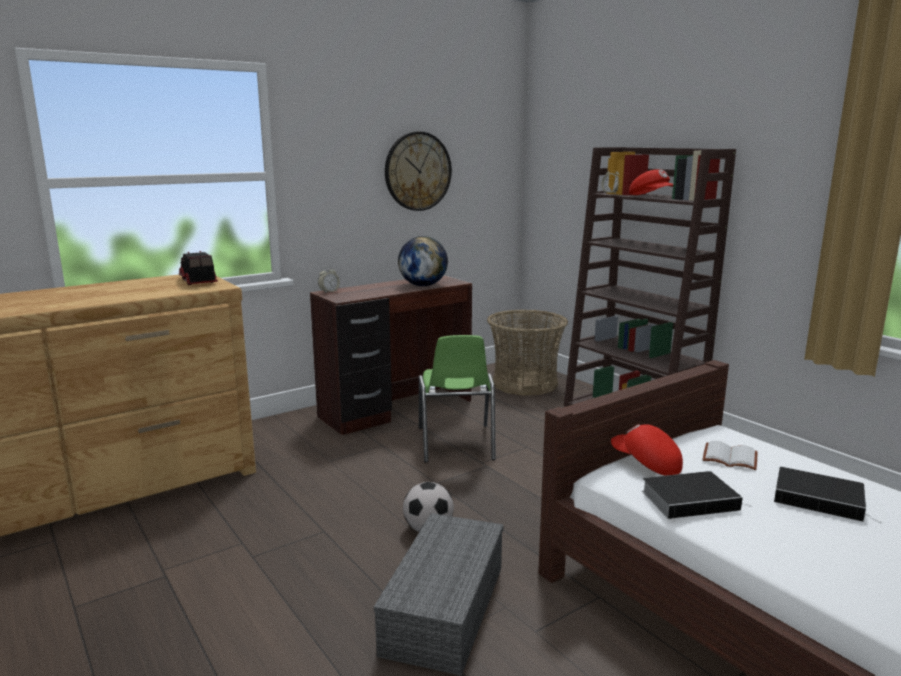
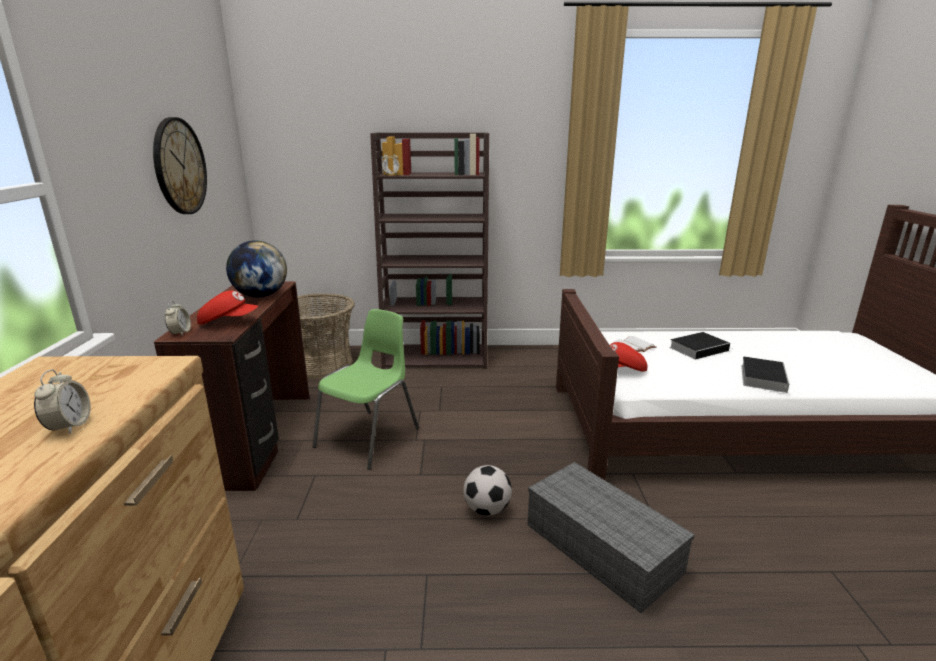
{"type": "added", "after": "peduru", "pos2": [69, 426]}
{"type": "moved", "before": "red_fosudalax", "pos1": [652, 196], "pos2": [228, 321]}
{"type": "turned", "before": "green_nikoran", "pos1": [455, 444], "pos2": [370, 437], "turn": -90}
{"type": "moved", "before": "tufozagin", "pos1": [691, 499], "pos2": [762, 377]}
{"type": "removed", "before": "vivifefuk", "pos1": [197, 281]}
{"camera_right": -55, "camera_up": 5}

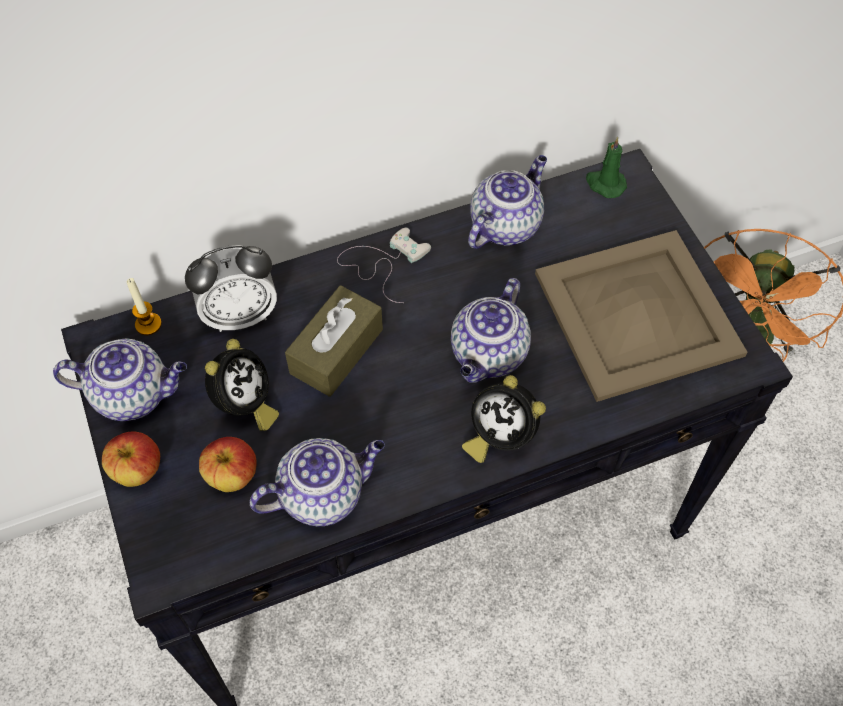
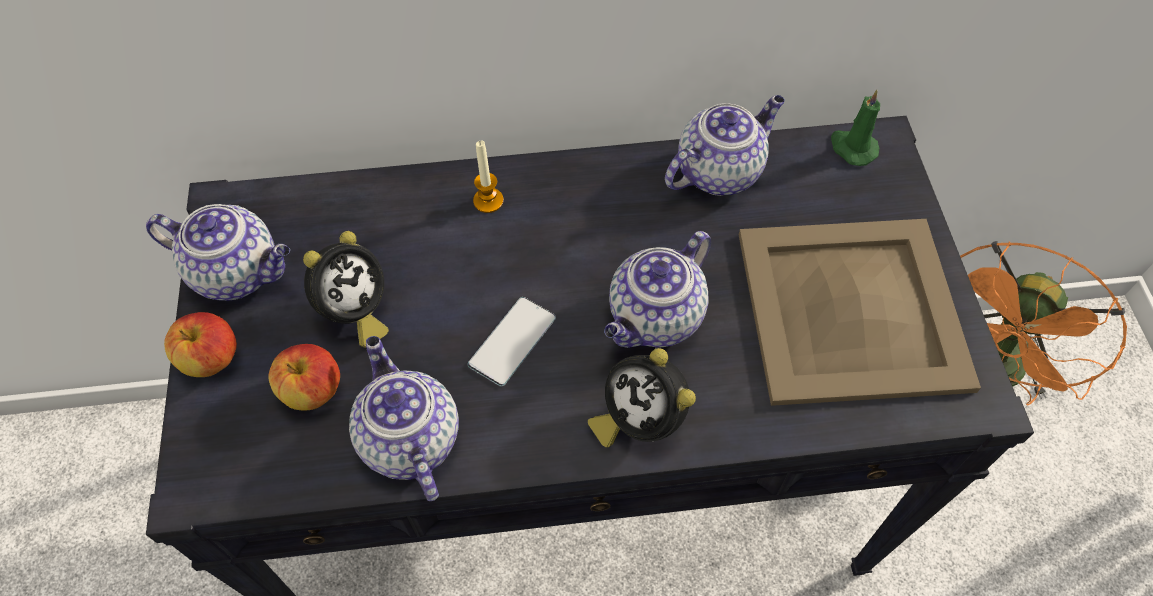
{"type": "turned", "before": "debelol", "pos1": [323, 494], "pos2": [409, 438], "turn": -105}
{"type": "added", "after": "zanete", "pos2": [512, 341]}
{"type": "moved", "before": "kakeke", "pos1": [148, 324], "pos2": [488, 201]}
{"type": "removed", "before": "peduru", "pos1": [240, 315]}
{"type": "removed", "before": "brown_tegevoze", "pos1": [336, 351]}
{"type": "removed", "before": "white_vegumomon", "pos1": [383, 263]}
{"camera_right": 15, "camera_up": 0}

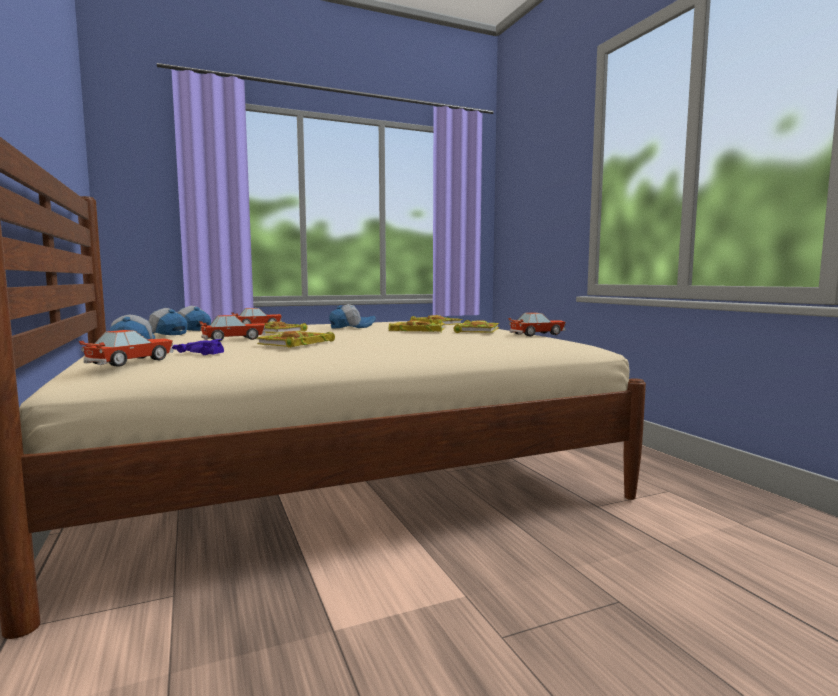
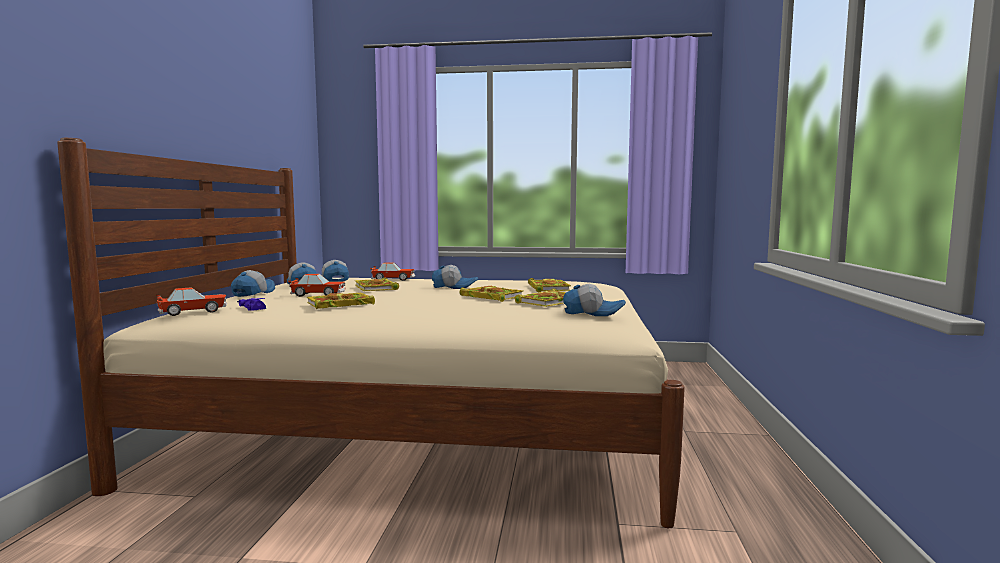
{"type": "replaced", "before": "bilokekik", "after": "fosudalax", "pos1": [537, 334], "pos2": [593, 313]}
{"camera_right": 30, "camera_up": 0}

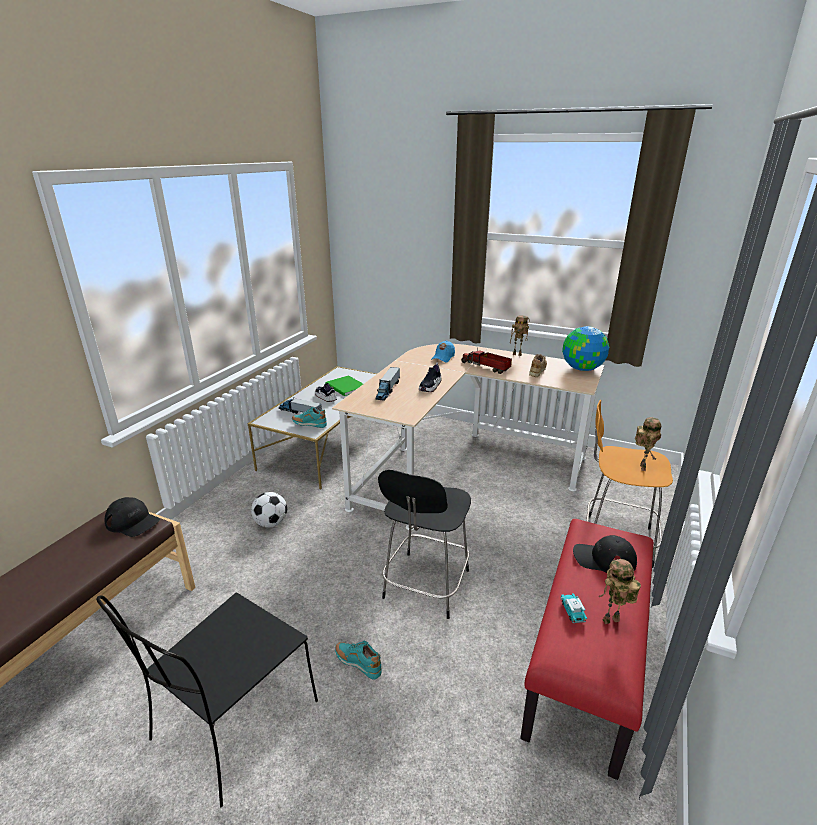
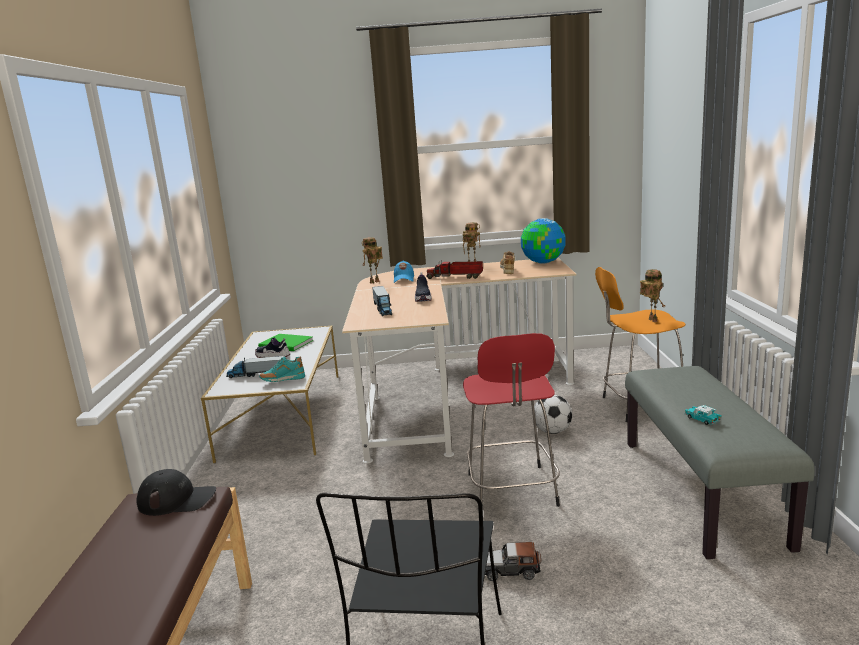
{"type": "moved", "before": "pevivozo", "pos1": [611, 622], "pos2": [374, 282]}
{"type": "recoloured", "before": "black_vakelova", "after": "red_vakelova", "pos1": [425, 586], "pos2": [512, 492]}
{"type": "replaced", "before": "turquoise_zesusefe", "after": "bilokekik", "pos1": [358, 663], "pos2": [510, 570]}
{"type": "moved", "before": "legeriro", "pos1": [271, 523], "pos2": [552, 431]}
{"type": "recoloured", "before": "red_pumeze", "after": "grey_pumeze", "pos1": [586, 662], "pos2": [702, 491]}
{"type": "removed", "before": "black_fosudalax", "pos1": [604, 559]}
{"camera_right": -25, "camera_up": -10}

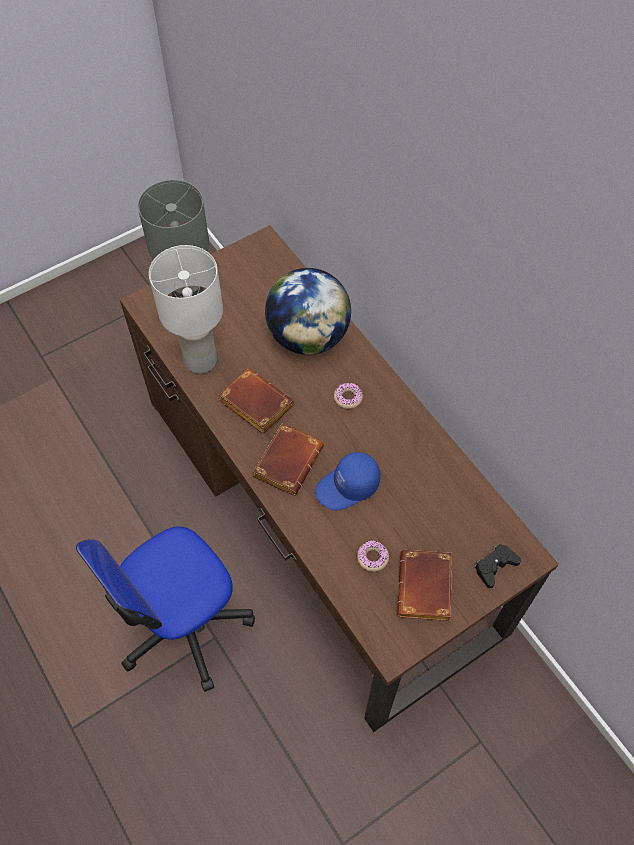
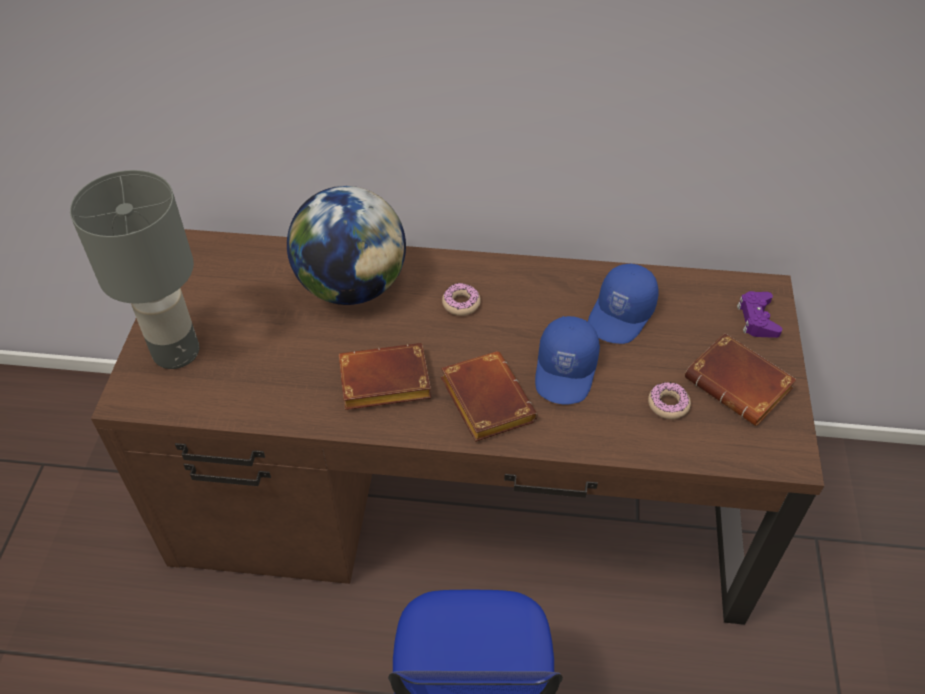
{"type": "added", "after": "blue_fosudalax", "pos2": [622, 315]}
{"type": "recoloured", "before": "black_vegumomon", "after": "purple_vegumomon", "pos1": [495, 566], "pos2": [757, 319]}
{"type": "removed", "before": "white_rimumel", "pos1": [200, 361]}
{"camera_right": -50, "camera_up": -10}

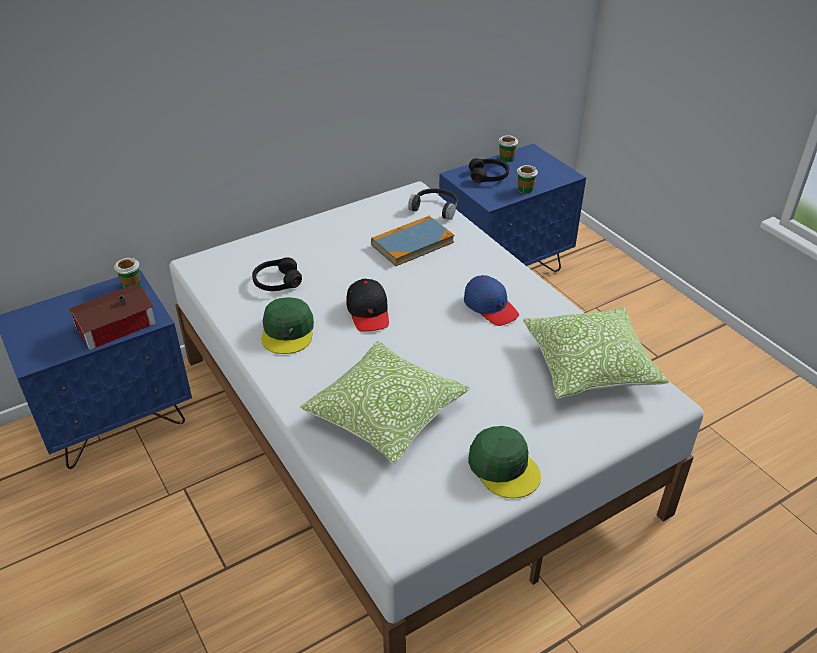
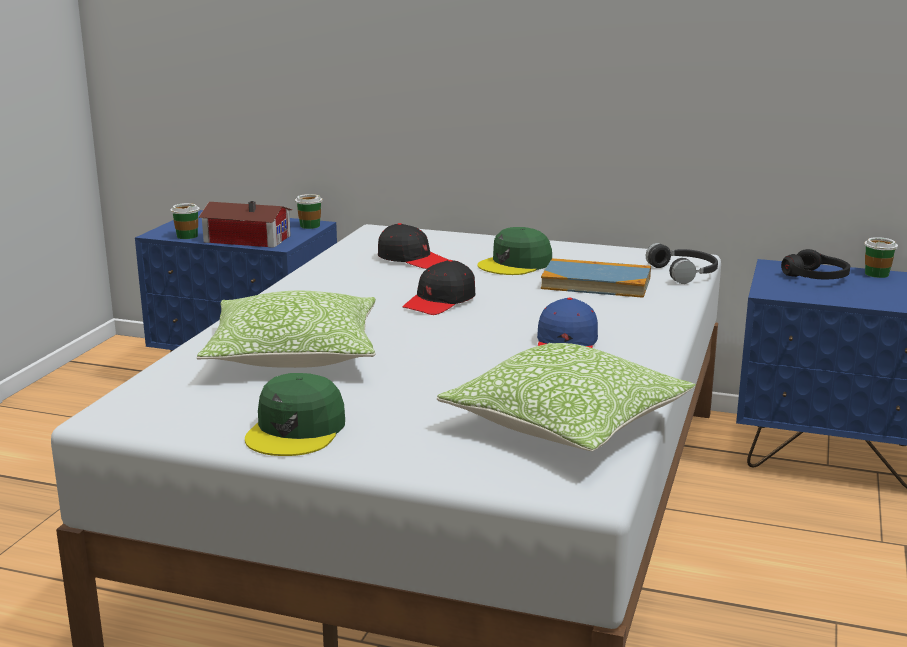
{"type": "moved", "before": "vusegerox", "pos1": [525, 189], "pos2": [187, 236]}
{"type": "replaced", "before": "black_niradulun", "after": "black_fosudalax", "pos1": [277, 282], "pos2": [412, 259]}
{"type": "moved", "before": "green_fosudalax", "pos1": [288, 331], "pos2": [515, 264]}
{"camera_right": 50, "camera_up": -20}

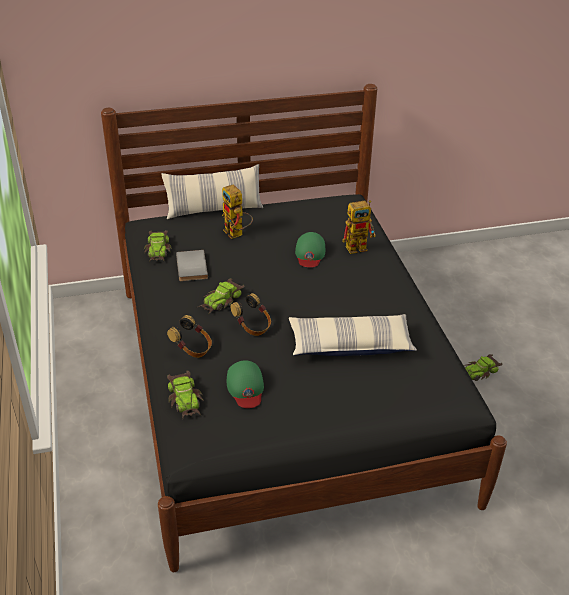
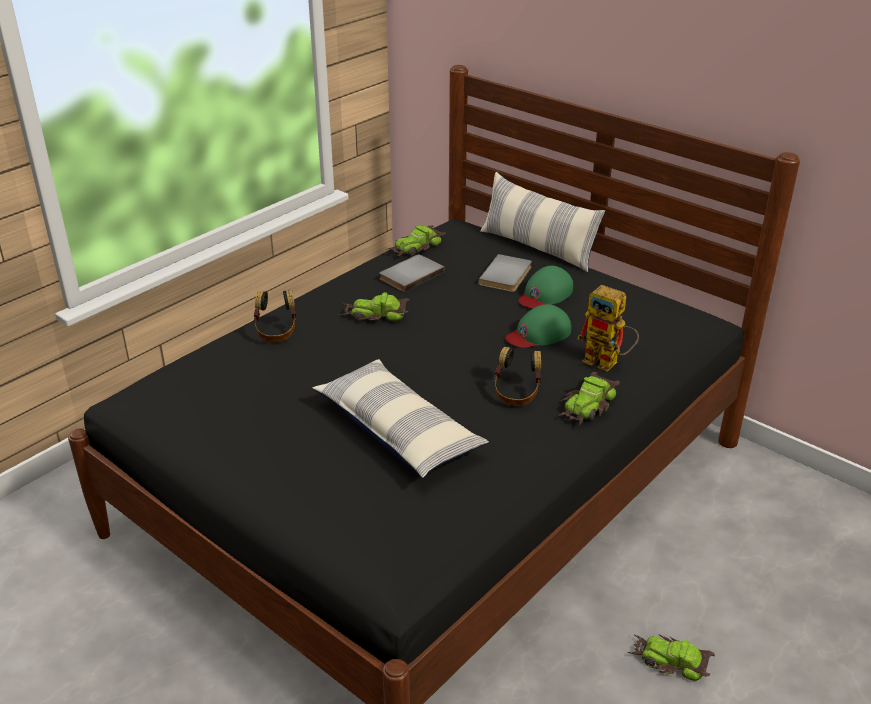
{"type": "replaced", "before": "pevivozo", "after": "grey_tufozagin", "pos1": [237, 234], "pos2": [507, 276]}
{"type": "moved", "before": "niradulun", "pos1": [253, 326], "pos2": [516, 393]}
{"type": "moved", "before": "green_fosudalax", "pos1": [245, 387], "pos2": [545, 294]}
{"type": "moved", "before": "bilokekik", "pos1": [185, 399], "pos2": [588, 405]}
{"camera_right": 55, "camera_up": -5}

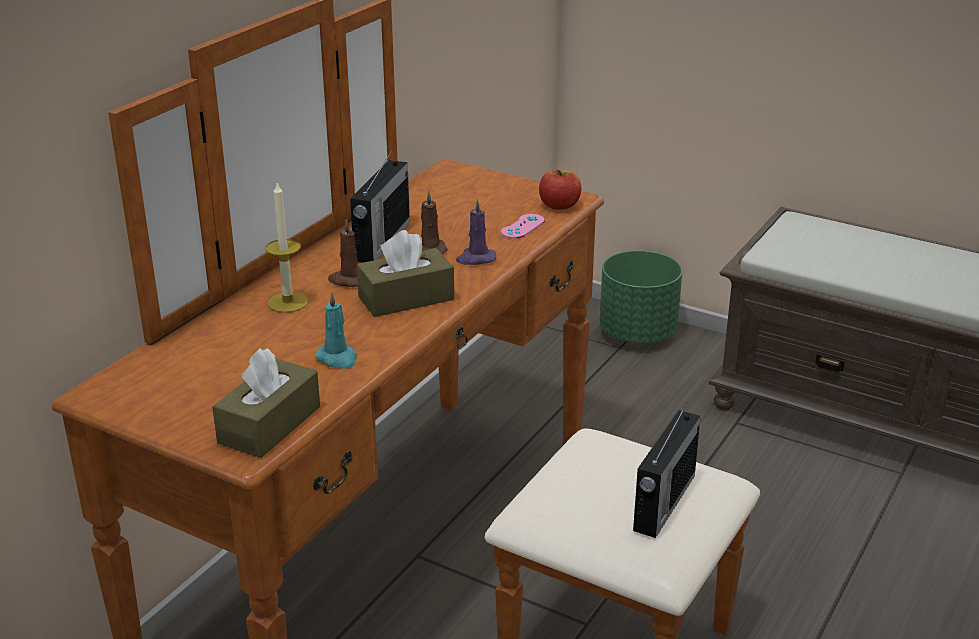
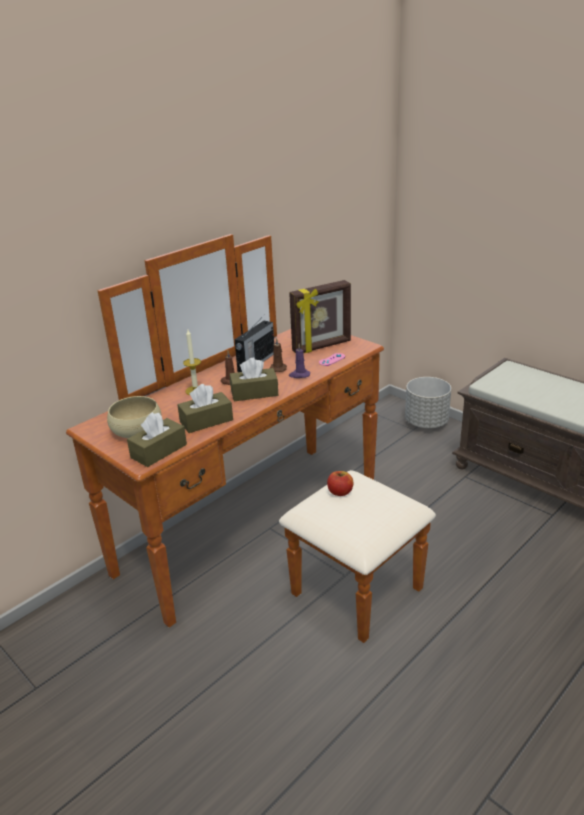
{"type": "added", "after": "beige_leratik", "pos2": [137, 430]}
{"type": "replaced", "before": "turquoise_kakeke", "after": "brown_tegevoze", "pos1": [337, 358], "pos2": [206, 421]}
{"type": "added", "after": "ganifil", "pos2": [322, 347]}
{"type": "moved", "before": "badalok", "pos1": [559, 205], "pos2": [340, 492]}
{"type": "recoloured", "before": "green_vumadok", "after": "grey_vumadok", "pos1": [637, 333], "pos2": [426, 422]}
{"type": "removed", "before": "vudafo", "pos1": [663, 504]}
{"camera_right": 15, "camera_up": 0}

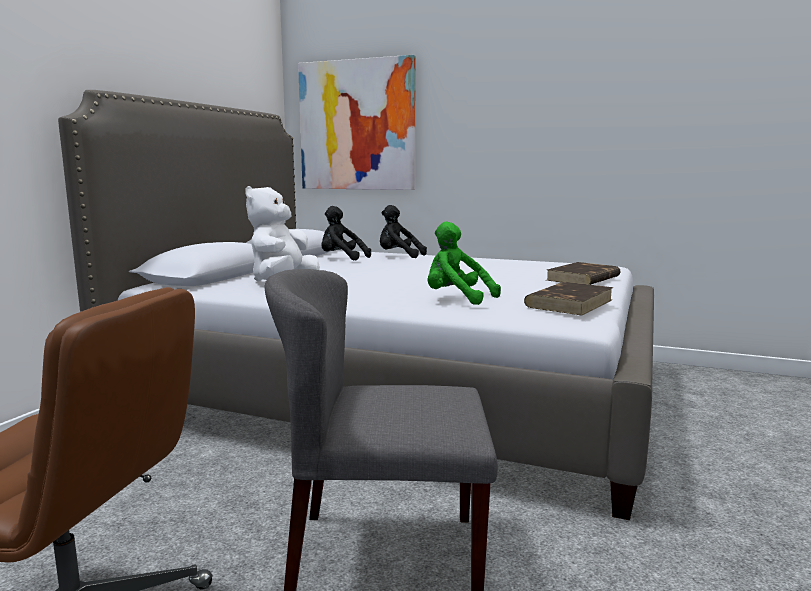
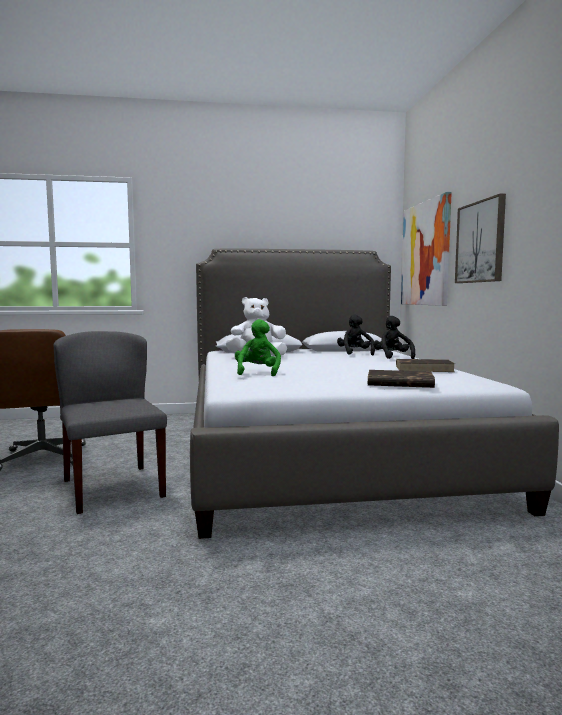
{"type": "moved", "before": "brown_tufozagin", "pos1": [569, 303], "pos2": [424, 369]}
{"type": "added", "after": "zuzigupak", "pos2": [480, 242]}
{"camera_right": 60, "camera_up": -5}

